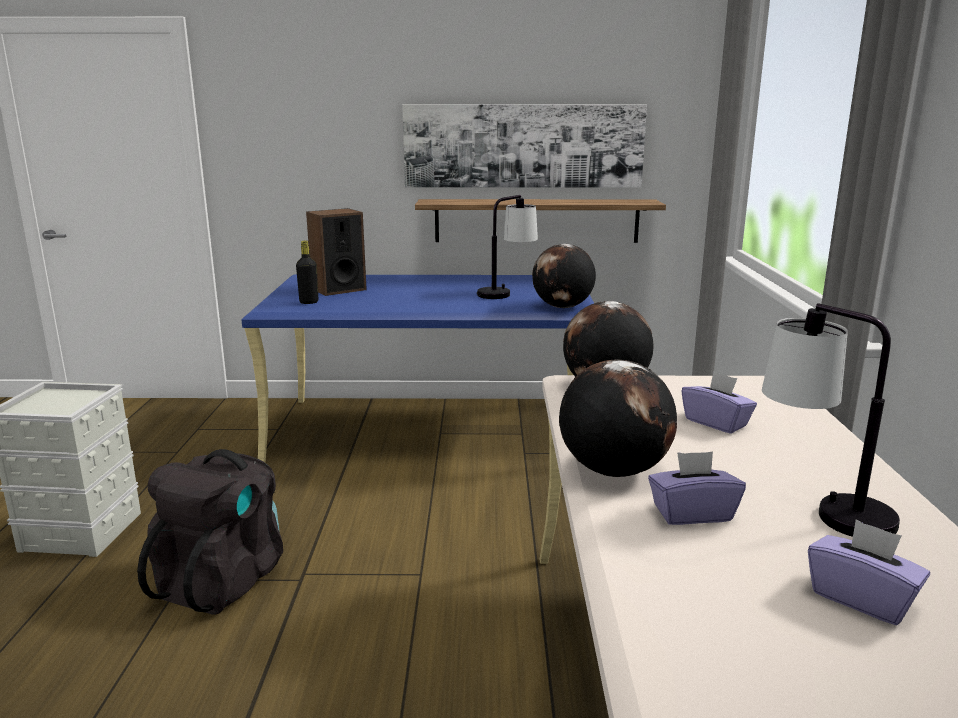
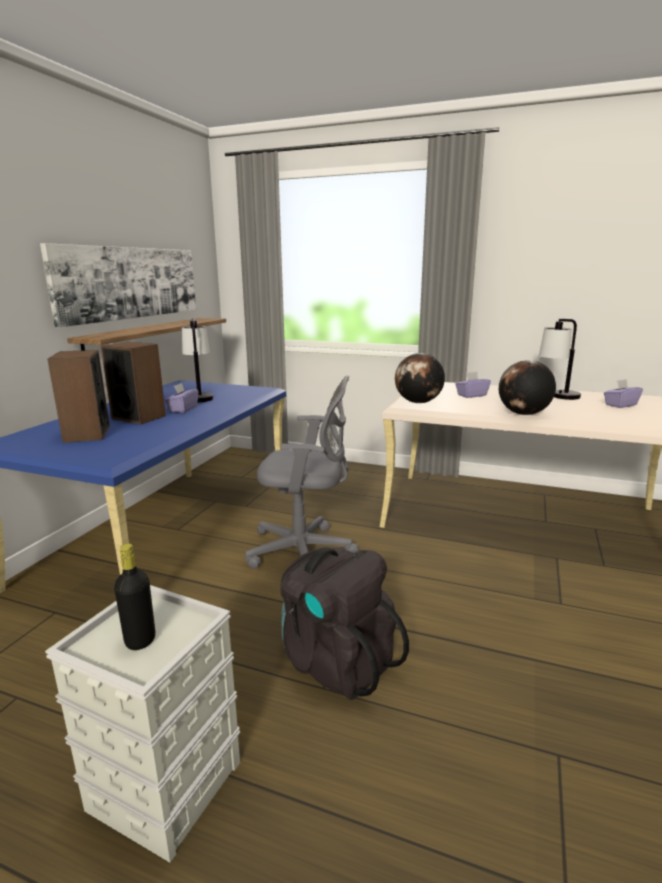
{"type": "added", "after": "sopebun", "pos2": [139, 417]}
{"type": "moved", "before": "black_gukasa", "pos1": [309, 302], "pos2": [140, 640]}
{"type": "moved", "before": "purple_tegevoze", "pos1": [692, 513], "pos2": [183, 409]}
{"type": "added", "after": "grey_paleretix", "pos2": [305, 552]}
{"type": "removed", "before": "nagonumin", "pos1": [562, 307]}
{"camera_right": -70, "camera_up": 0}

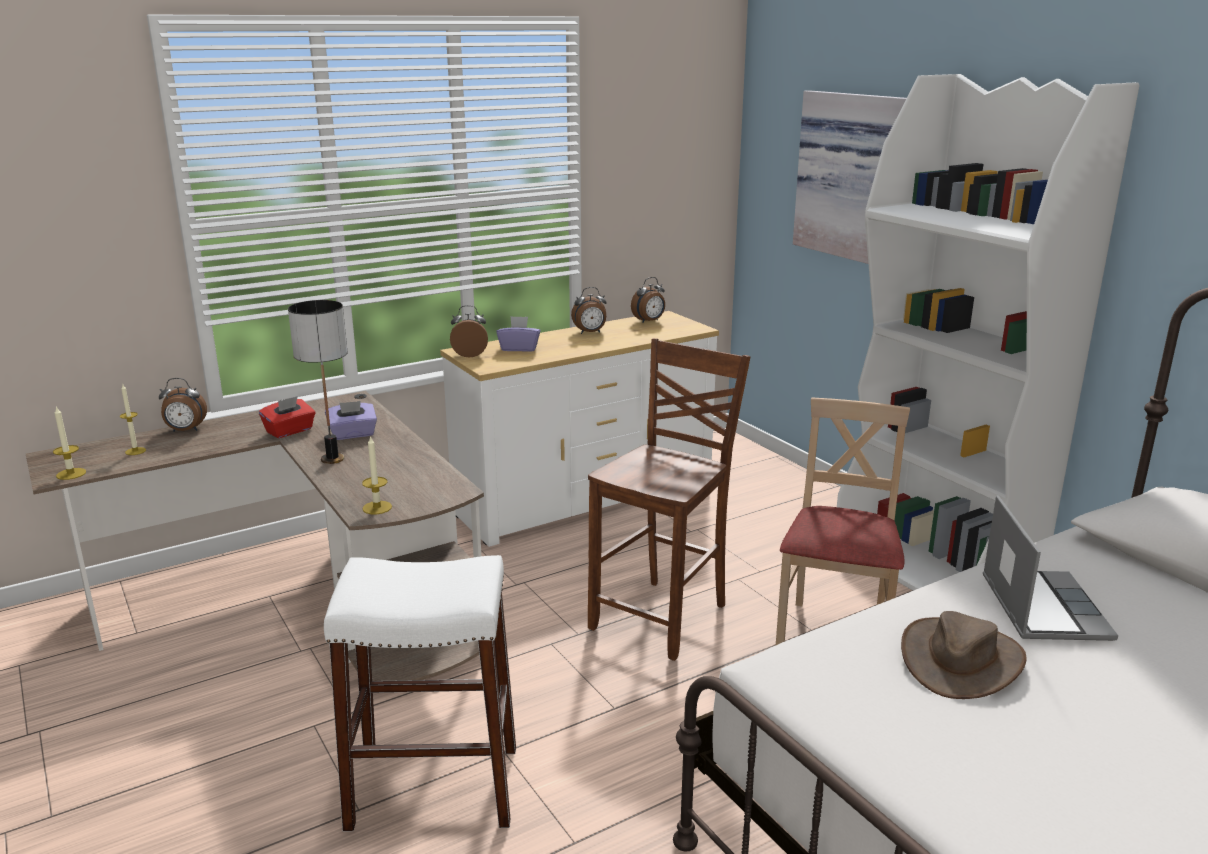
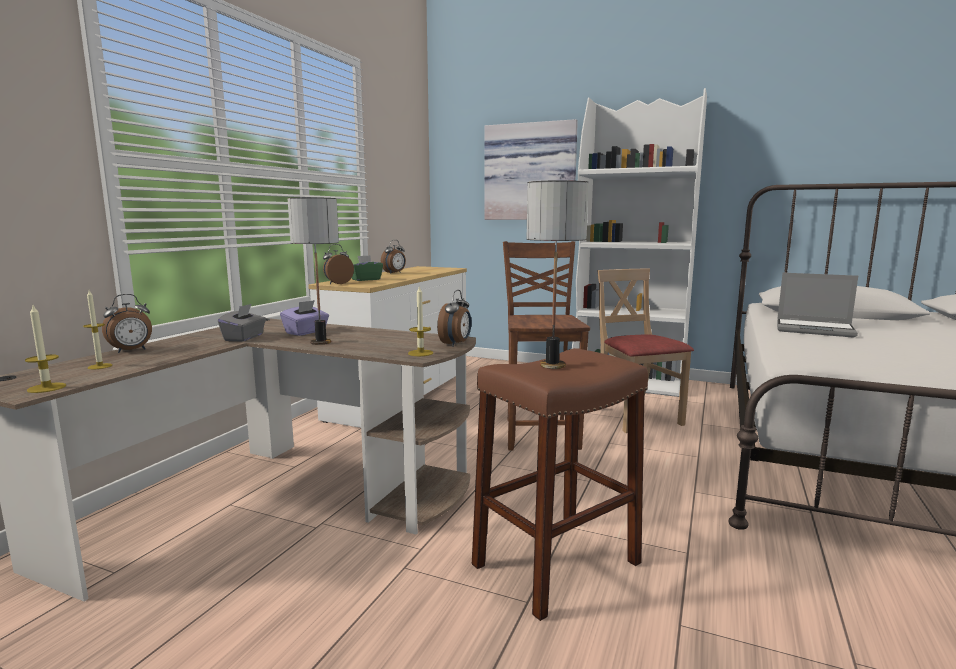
{"type": "recoloured", "before": "red_tegevoze", "after": "grey_tegevoze", "pos1": [290, 431], "pos2": [244, 338]}
{"type": "recoloured", "before": "purple_tegevoze", "after": "green_tegevoze", "pos1": [519, 348], "pos2": [365, 279]}
{"type": "moved", "before": "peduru", "pos1": [649, 321], "pos2": [456, 344]}
{"type": "recoloured", "before": "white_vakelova", "after": "brown_vakelova", "pos1": [433, 787], "pos2": [556, 564]}
{"type": "added", "after": "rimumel", "pos2": [552, 365]}
{"type": "turned", "before": "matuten", "pos1": [1041, 607], "pos2": [815, 329], "turn": 150}
{"type": "removed", "before": "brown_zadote", "pos1": [960, 659]}
{"camera_right": -35, "camera_up": -10}

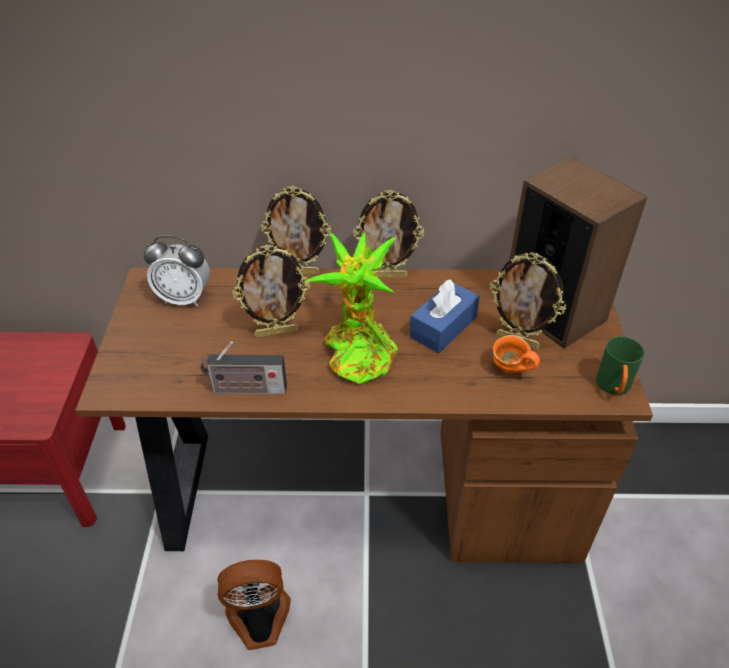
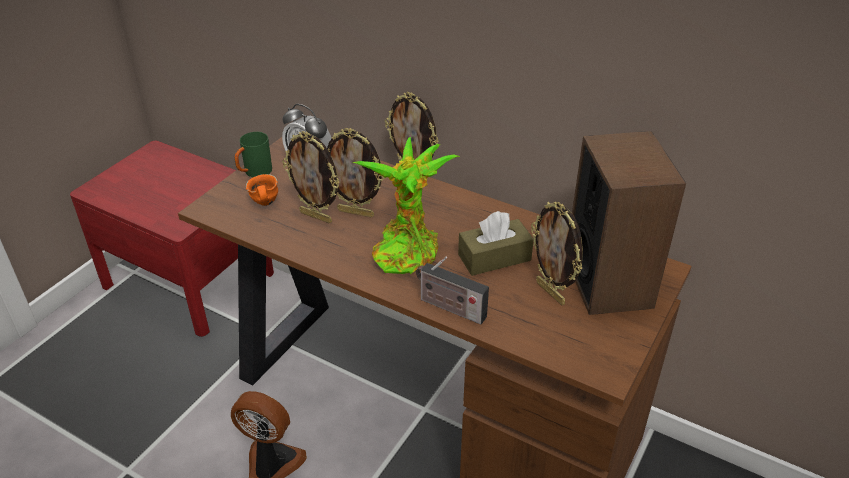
{"type": "moved", "before": "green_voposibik", "pos1": [613, 388], "pos2": [254, 173]}
{"type": "moved", "before": "orange_voposibik", "pos1": [510, 371], "pos2": [263, 204]}
{"type": "moved", "before": "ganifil", "pos1": [387, 276], "pos2": [317, 216]}
{"type": "moved", "before": "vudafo", "pos1": [246, 390], "pos2": [449, 307]}
{"type": "recoloured", "before": "blue_tegevoze", "after": "brown_tegevoze", "pos1": [443, 327], "pos2": [494, 257]}
{"camera_right": 30, "camera_up": -5}

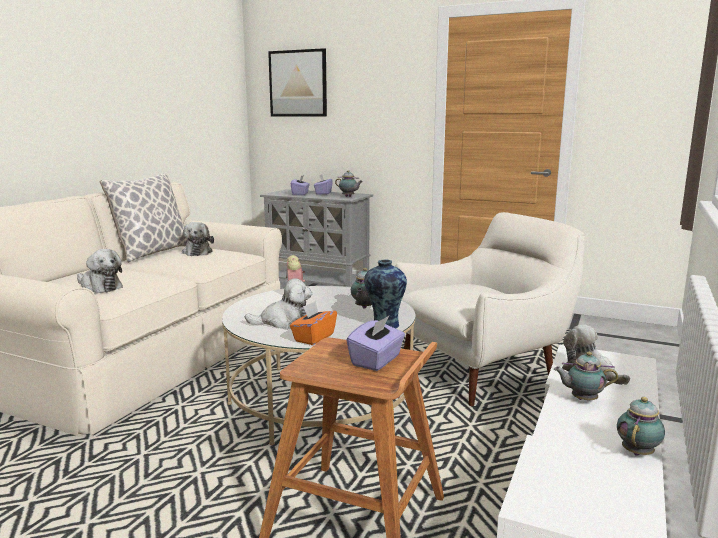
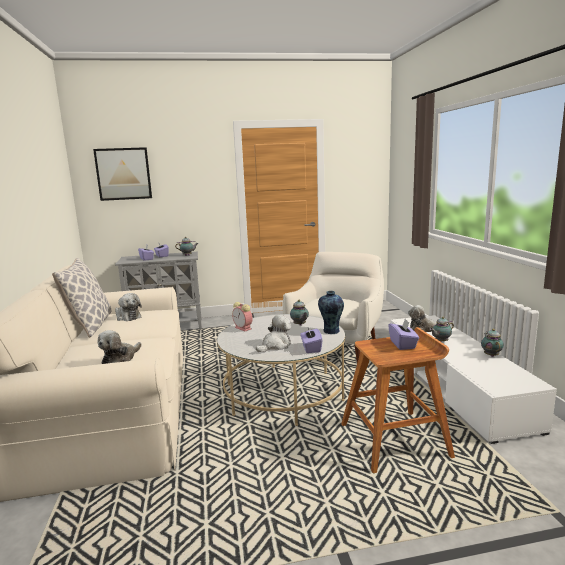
{"type": "turned", "before": "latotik", "pos1": [99, 287], "pos2": [120, 359], "turn": 120}
{"type": "recoloured", "before": "orange_tegevoze", "after": "purple_tegevoze", "pos1": [313, 338], "pos2": [311, 348]}
{"camera_right": -35, "camera_up": 0}

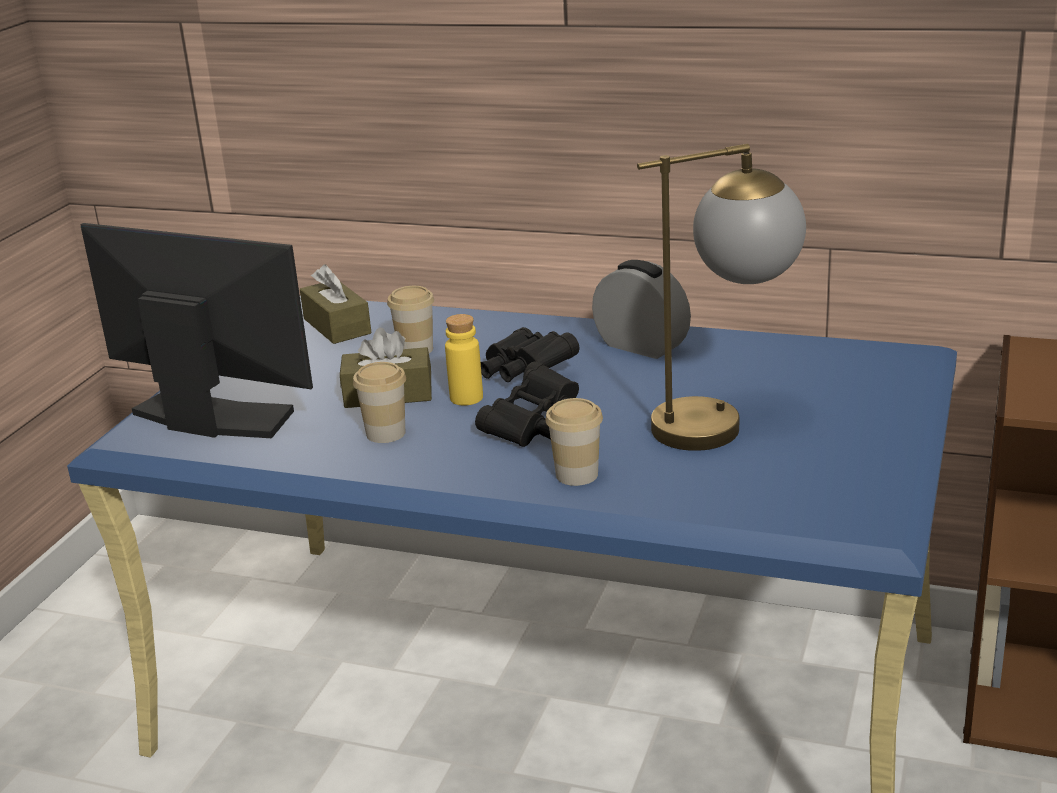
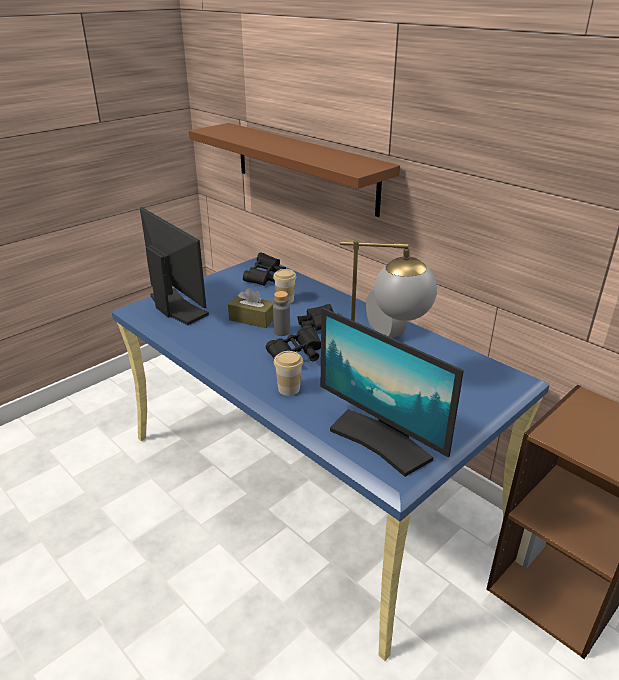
{"type": "added", "after": "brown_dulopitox", "pos2": [304, 167]}
{"type": "replaced", "before": "brown_tegevoze", "after": "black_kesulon", "pos1": [337, 326], "pos2": [265, 278]}
{"type": "recoloured", "before": "yellow_gukasa", "after": "grey_gukasa", "pos1": [466, 398], "pos2": [282, 332]}
{"type": "added", "after": "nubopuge", "pos2": [380, 441]}
{"type": "removed", "before": "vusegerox", "pos1": [386, 433]}
{"camera_right": 25, "camera_up": 5}

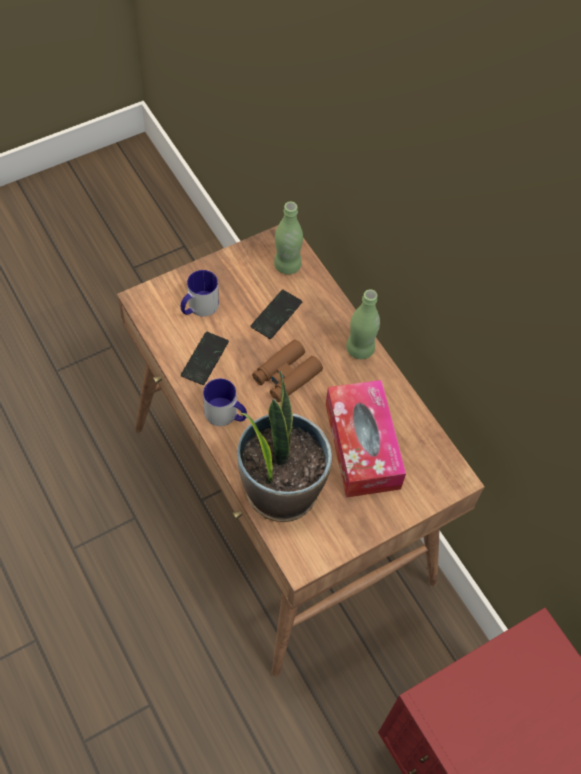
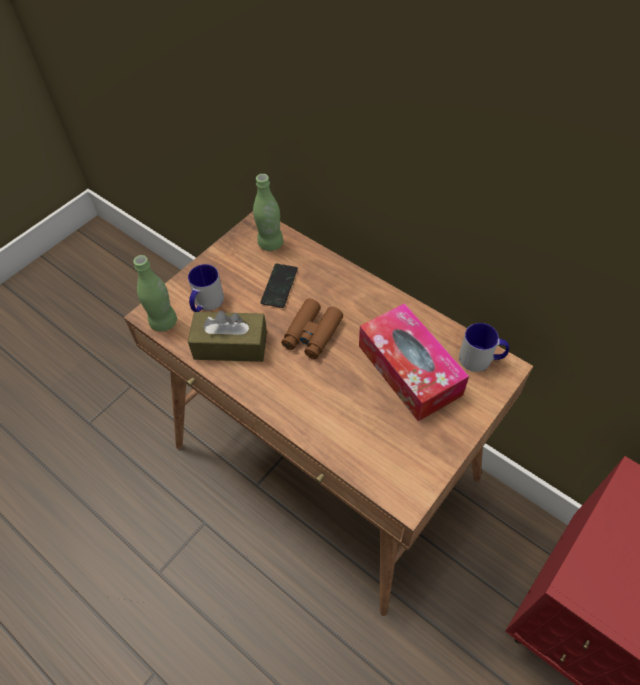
{"type": "moved", "before": "green_gukasa", "pos1": [360, 349], "pos2": [163, 322]}
{"type": "replaced", "before": "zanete", "after": "brown_tegevoze", "pos1": [205, 359], "pos2": [230, 345]}
{"type": "moved", "before": "voposibik", "pos1": [226, 415], "pos2": [481, 359]}
{"type": "removed", "before": "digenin", "pos1": [280, 488]}
{"camera_right": -15, "camera_up": -5}

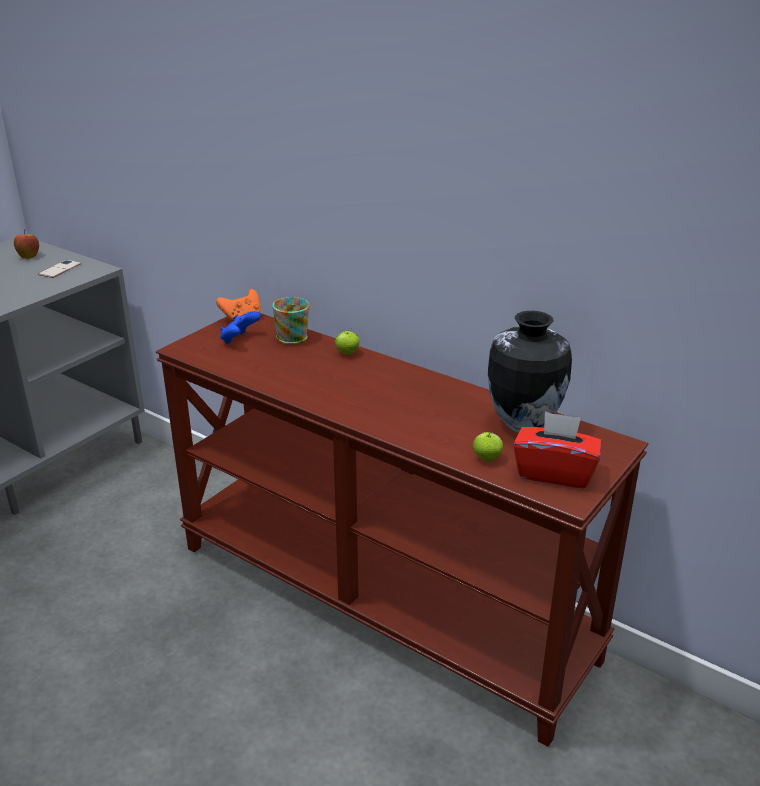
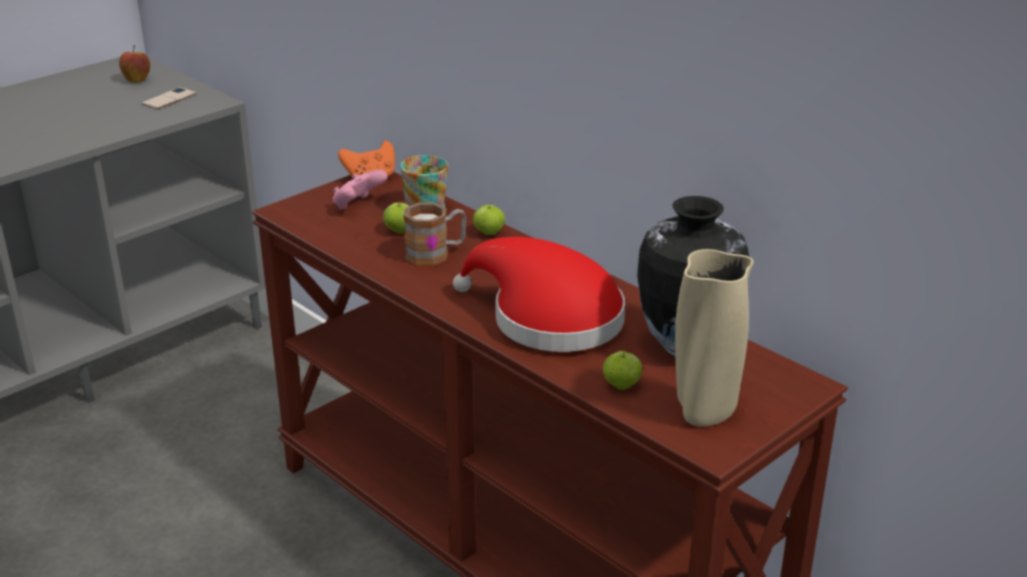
{"type": "recoloured", "before": "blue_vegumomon", "after": "pink_vegumomon", "pos1": [239, 340], "pos2": [358, 205]}
{"type": "added", "after": "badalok", "pos2": [399, 231]}
{"type": "added", "after": "voposibik", "pos2": [436, 254]}
{"type": "added", "after": "red_zadote", "pos2": [547, 318]}
{"type": "replaced", "before": "red_tegevoze", "after": "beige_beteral", "pos1": [554, 472], "pos2": [704, 413]}
{"camera_right": 10, "camera_up": 0}

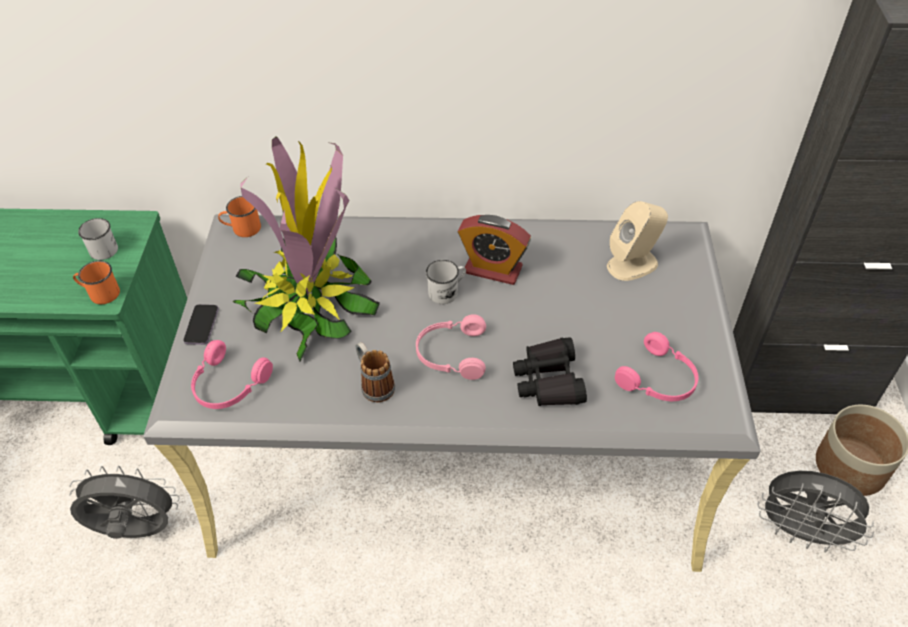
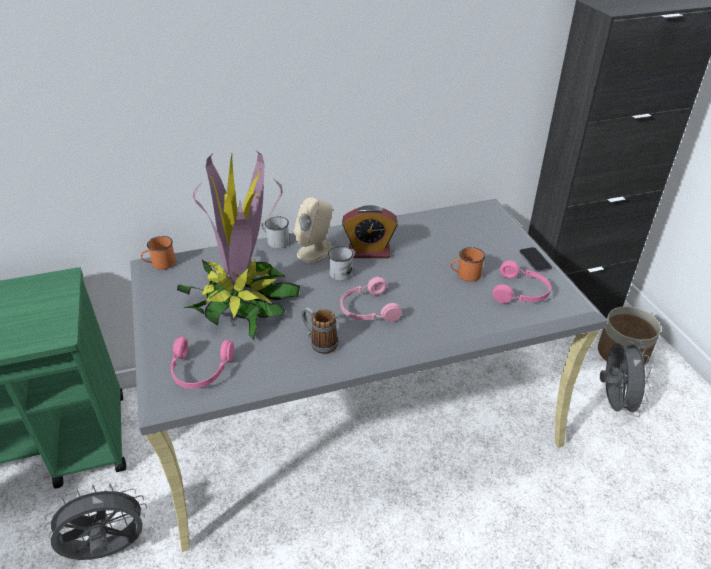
{"type": "moved", "before": "white_voposibik", "pos1": [102, 248], "pos2": [275, 241]}
{"type": "moved", "before": "beige_sopebun", "pos1": [633, 264], "pos2": [316, 251]}
{"type": "moved", "before": "orange_voposibik", "pos1": [100, 293], "pos2": [465, 275]}
{"type": "moved", "before": "zanete", "pos1": [201, 325], "pos2": [535, 260]}
{"type": "turned", "before": "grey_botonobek", "pos1": [801, 533], "pos2": [614, 402], "turn": -90}
{"type": "removed", "before": "black_kesulon", "pos1": [549, 380]}
{"camera_right": -20, "camera_up": -10}

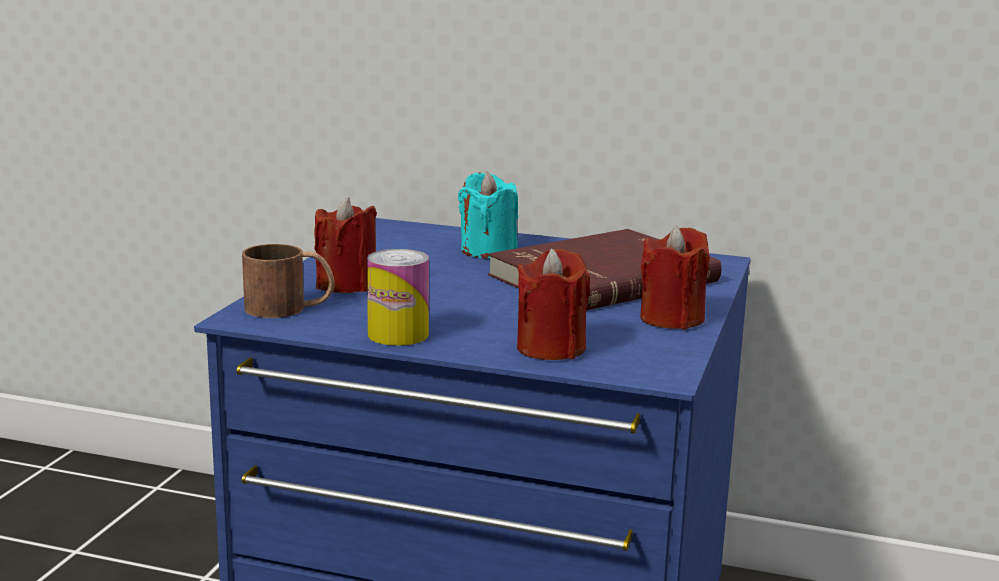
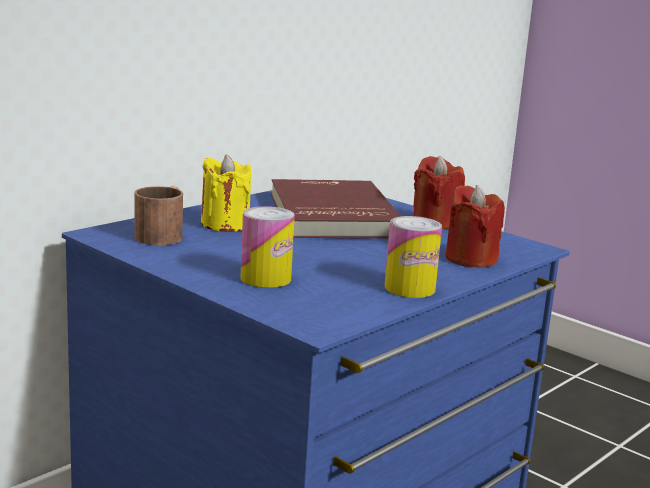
{"type": "moved", "before": "brown_voposibik", "pos1": [290, 308], "pos2": [164, 234]}
{"type": "recoloured", "before": "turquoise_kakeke", "after": "yellow_kakeke", "pos1": [487, 251], "pos2": [225, 224]}
{"type": "replaced", "before": "red_kakeke", "after": "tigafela", "pos1": [346, 285], "pos2": [265, 278]}
{"camera_right": -65, "camera_up": 0}

